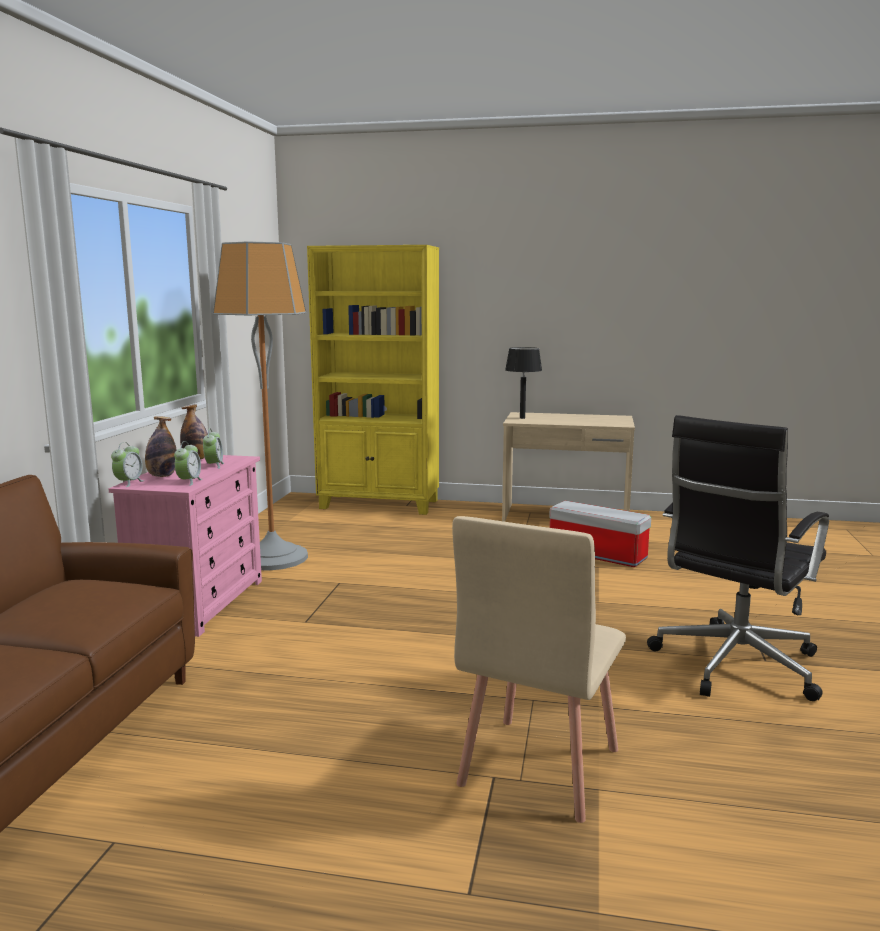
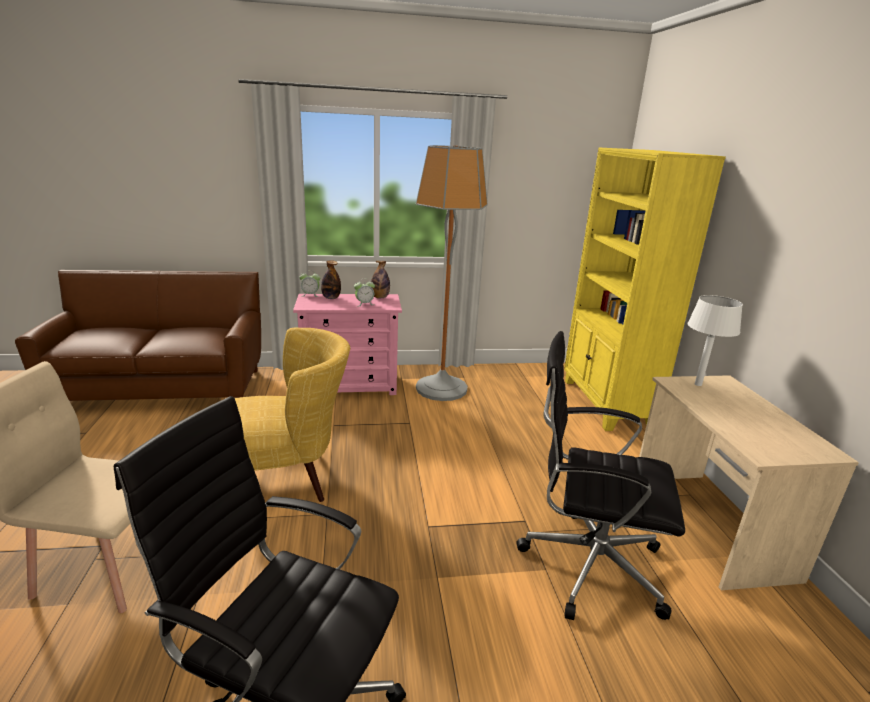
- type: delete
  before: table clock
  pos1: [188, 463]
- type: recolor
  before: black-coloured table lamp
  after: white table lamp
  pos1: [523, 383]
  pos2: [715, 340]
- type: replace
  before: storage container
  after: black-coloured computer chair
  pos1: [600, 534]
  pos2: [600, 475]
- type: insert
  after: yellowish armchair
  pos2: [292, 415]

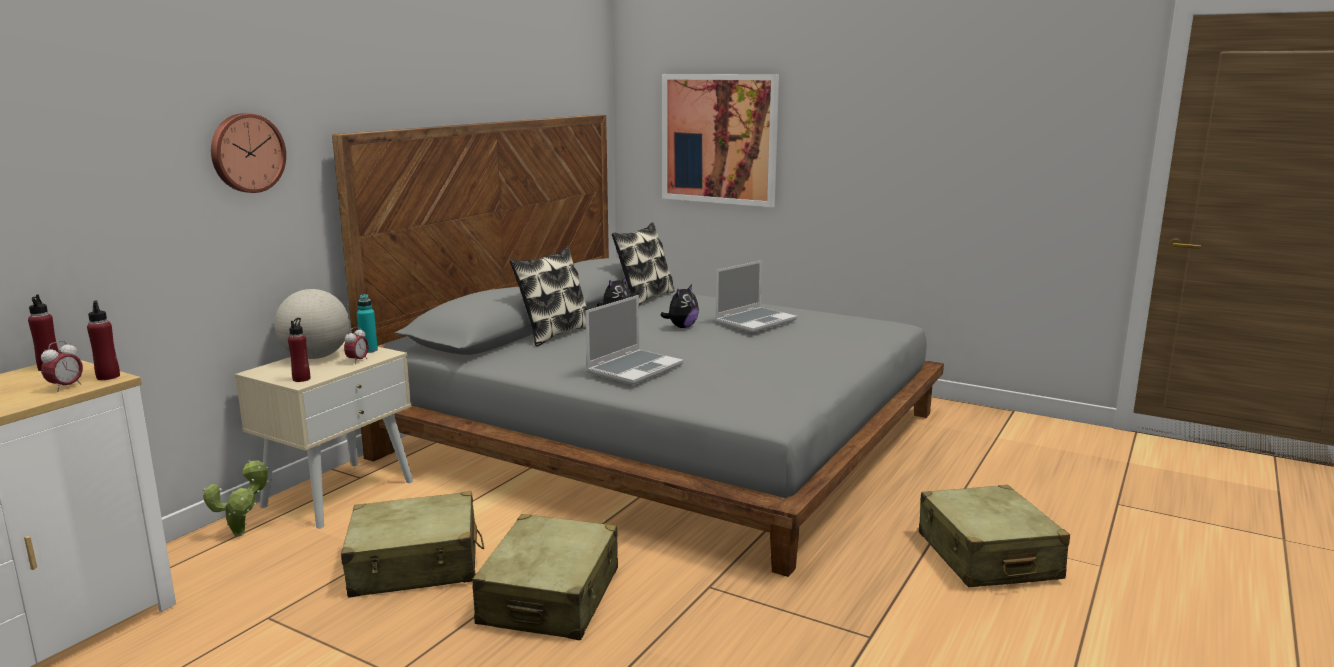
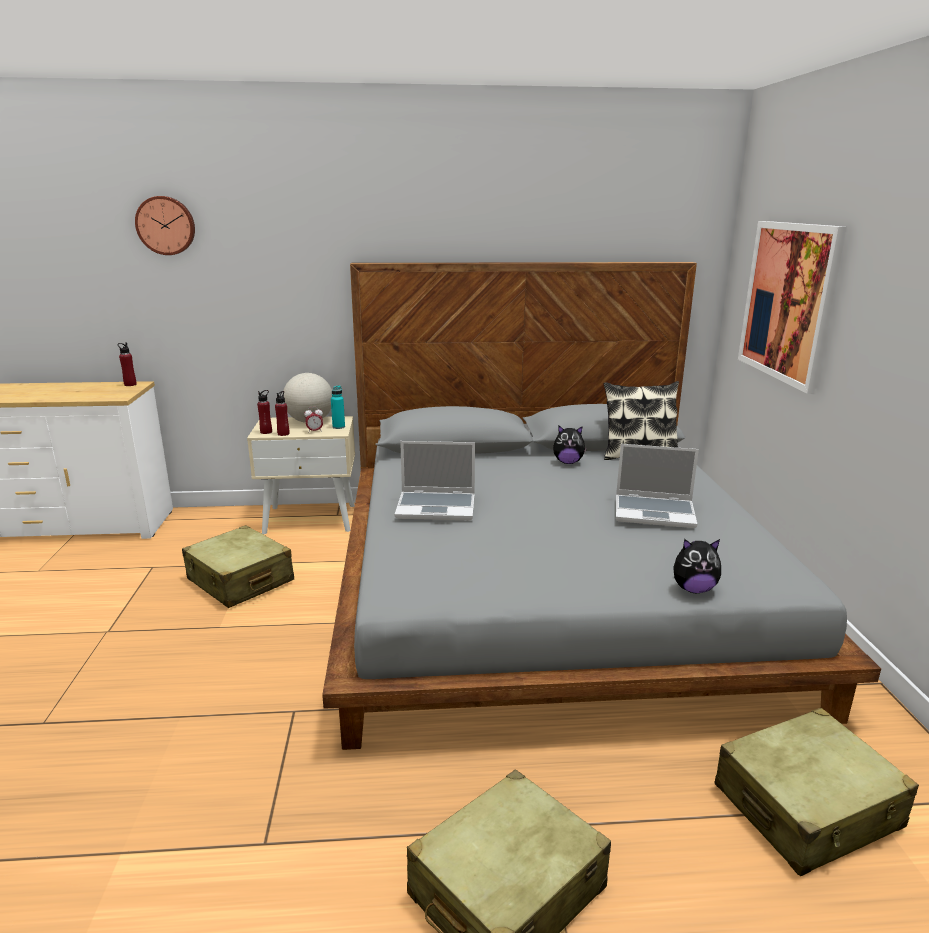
- type: delete
  before: table clock
  pos1: [62, 366]
- type: move
  before: red-coloured drink bottle
  pos1: [103, 340]
  pos2: [282, 413]
- type: delete
  before: houseplant
  pos1: [236, 497]
- type: move
  before: clock on the wall
  pos1: [248, 153]
  pos2: [165, 225]
- type: move
  before: beige suitcase
  pos1: [545, 577]
  pos2: [816, 792]
- type: delete
  before: cushion
  pos1: [549, 296]
- type: move
  before: cuddly toy
  pos1: [679, 306]
  pos2: [697, 566]

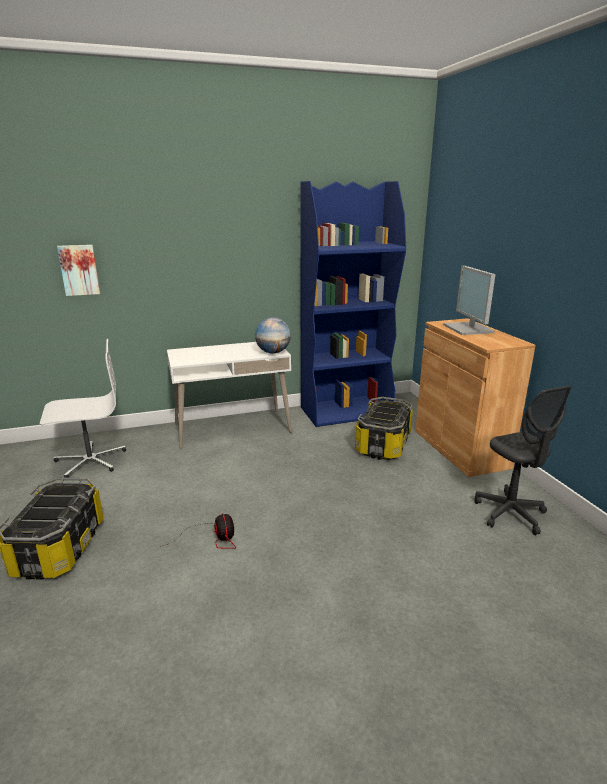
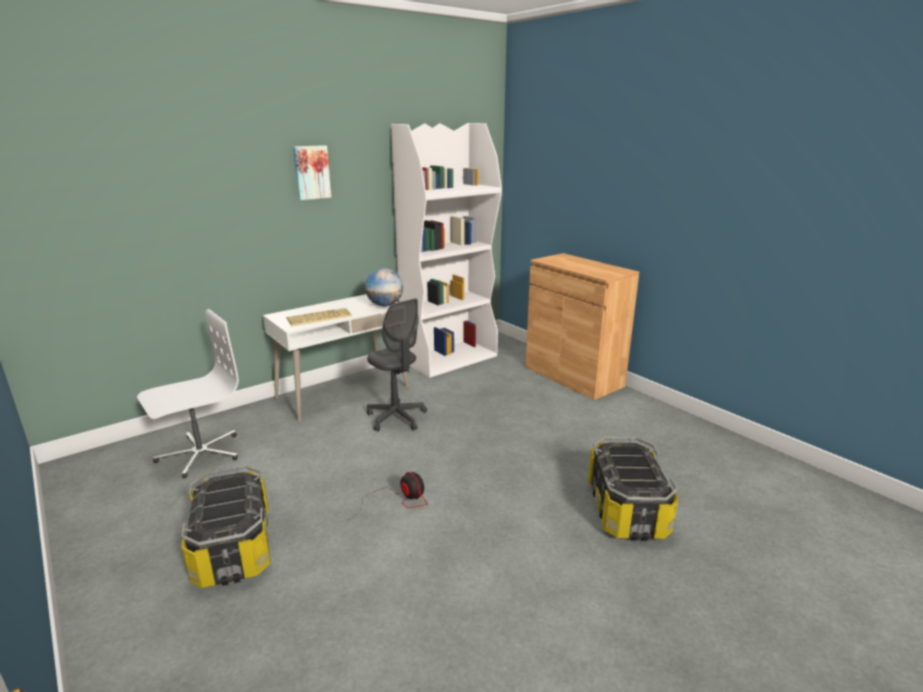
- type: move
  before: wall art
  pos1: [78, 270]
  pos2: [312, 172]
- type: recolor
  before: blue bookshelf
  after: white bookshelf
  pos1: [353, 304]
  pos2: [446, 250]
- type: move
  before: storage container
  pos1: [384, 428]
  pos2: [633, 489]
- type: delete
  before: computer display
  pos1: [469, 300]
- type: move
  before: greyish computer chair
  pos1: [523, 460]
  pos2: [397, 365]
- type: insert
  after: computer keyboard
  pos2: [319, 317]

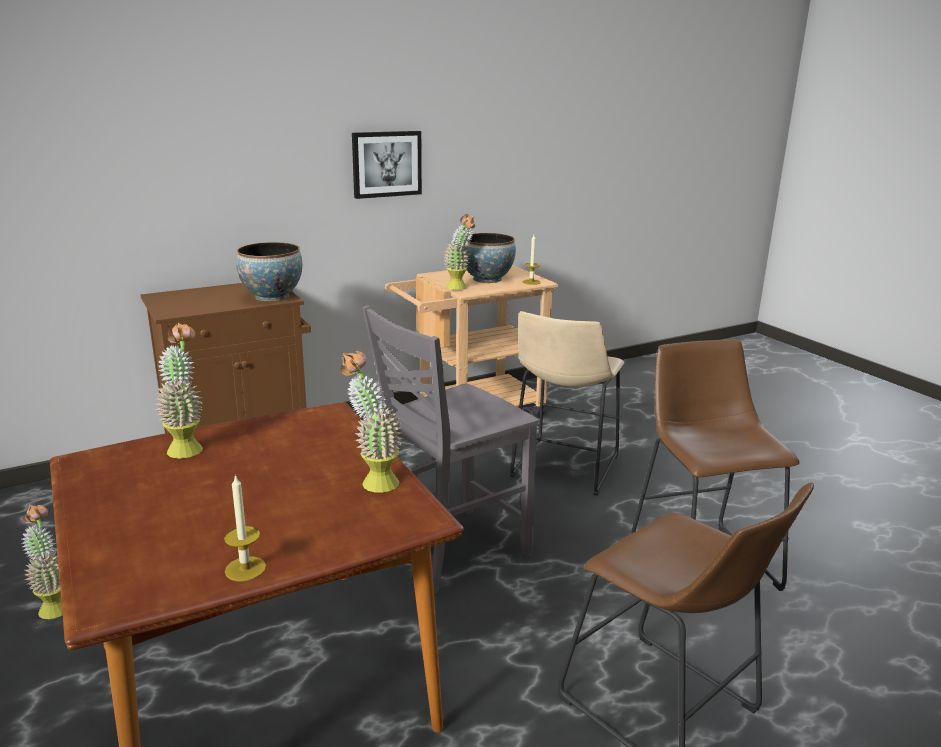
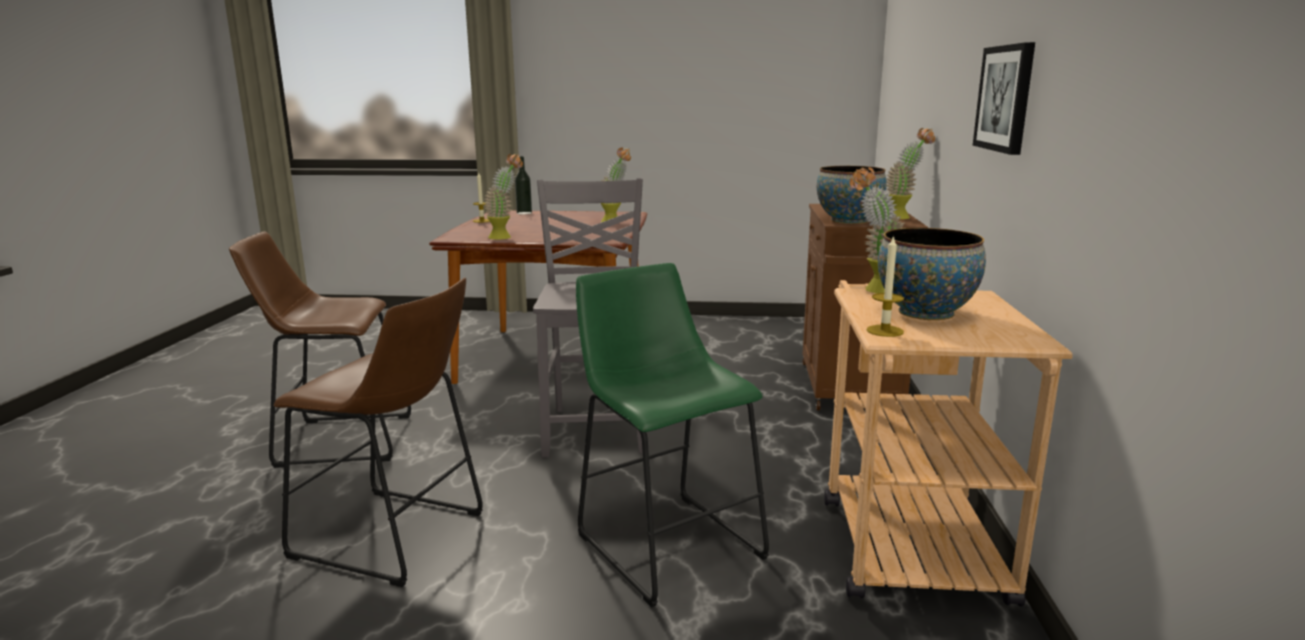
- type: move
  before: houseplant
  pos1: [42, 562]
  pos2: [910, 173]
- type: recolor
  before: beige sitting stool
  after: green sitting stool
  pos1: [567, 403]
  pos2: [672, 435]
- type: insert
  after: drink bottle
  pos2: [523, 185]

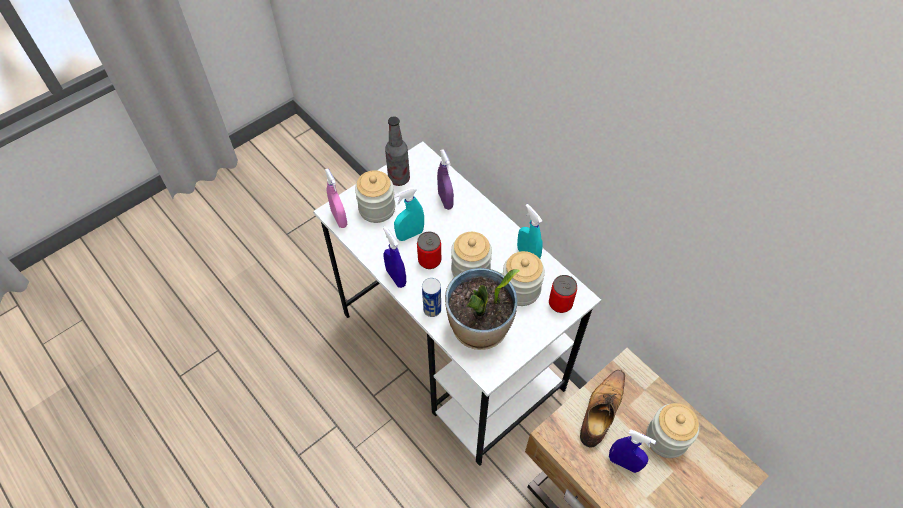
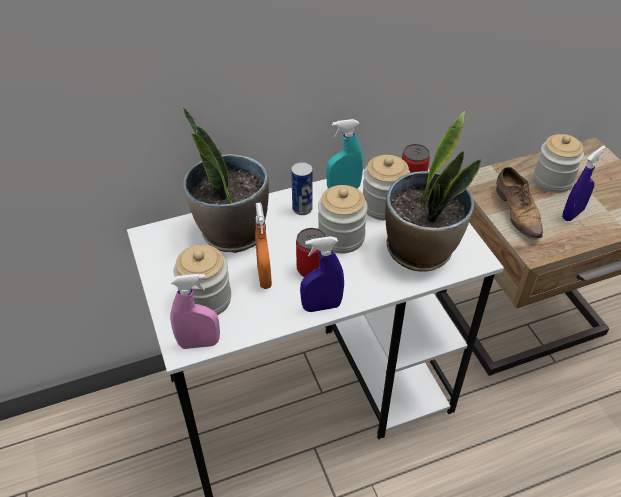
- type: delete
  before: drink bottle
  pos1: [397, 151]
- type: recolor
  before: turquoise-coloured sprayer
  after: orange-coloured sprayer
  pos1: [409, 214]
  pos2: [263, 245]
- type: move
  before: metal can
  pos1: [431, 297]
  pos2: [302, 188]
- type: replace
  before: purple sprayer
  after: houseplant
  pos1: [445, 179]
  pos2: [226, 180]
- type: rotate
  before: item of footwear
  pos1: [602, 408]
  pos2: [519, 203]
  turn: -150

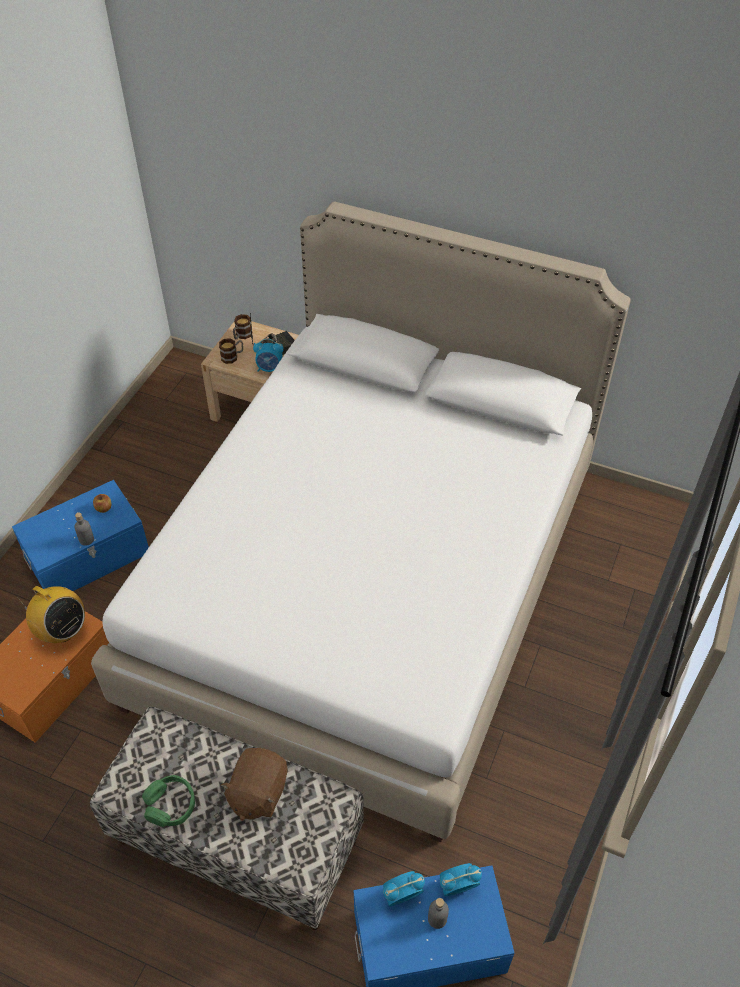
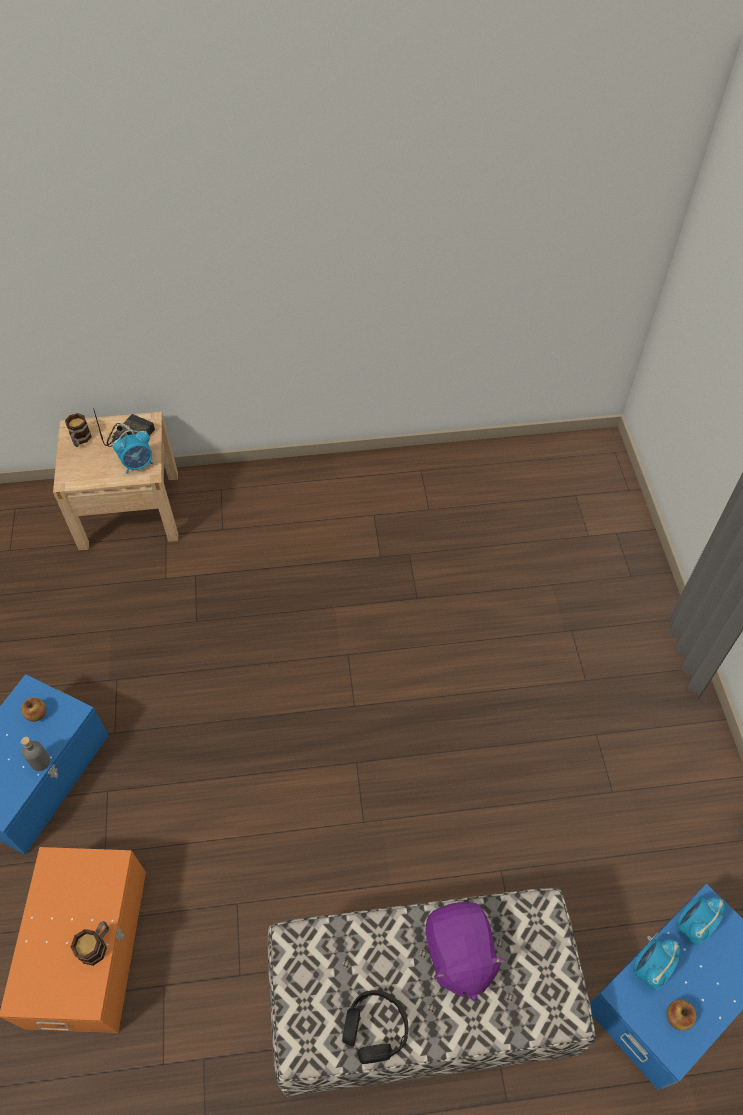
- type: delete
  before: radio set
  pos1: [51, 614]
- type: delete
  before: white bed
  pos1: [361, 522]
- type: recolor
  before: green headphones
  after: black-coloured headphones
  pos1: [168, 801]
  pos2: [375, 1027]
- type: move
  before: tea mug
  pos1: [231, 351]
  pos2: [90, 943]
- type: recolor
  before: brown-coloured cuddly toy
  after: purple cuddly toy
  pos1: [254, 784]
  pos2: [465, 951]
- type: delete
  before: greyish drink bottle
  pos1: [438, 913]
- type: insert
  after: whole apple
  pos2: [681, 1015]

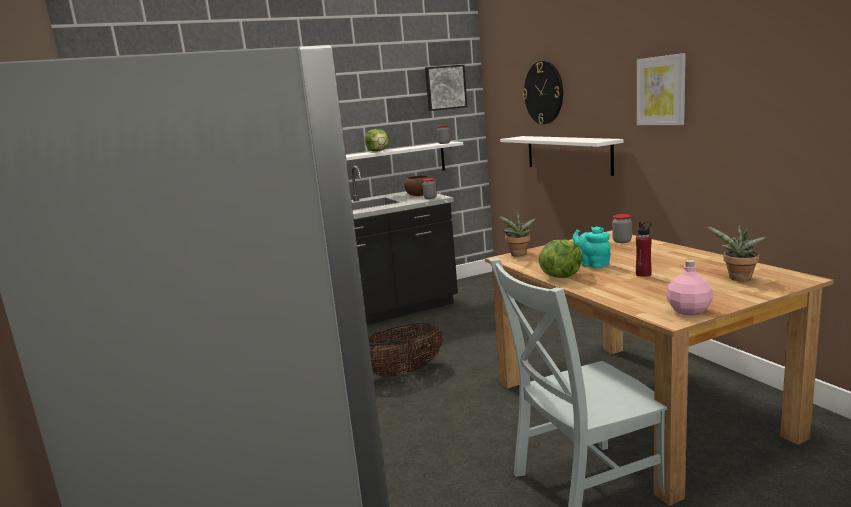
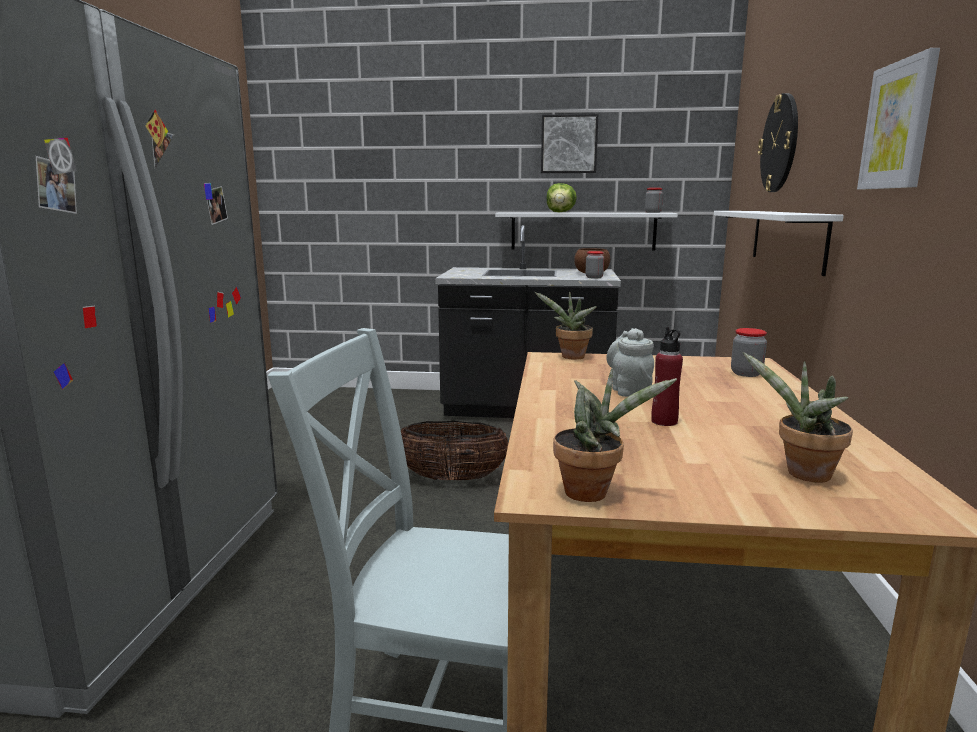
- type: move
  before: wall art
  pos1: [446, 88]
  pos2: [569, 143]
- type: delete
  before: lettuce head
  pos1: [561, 259]
- type: recolor
  before: turquoise-coloured teapot
  after: greyish teapot
  pos1: [591, 247]
  pos2: [630, 362]
- type: replace
  before: pink-coloured drink bottle
  after: houseplant
  pos1: [689, 288]
  pos2: [615, 435]

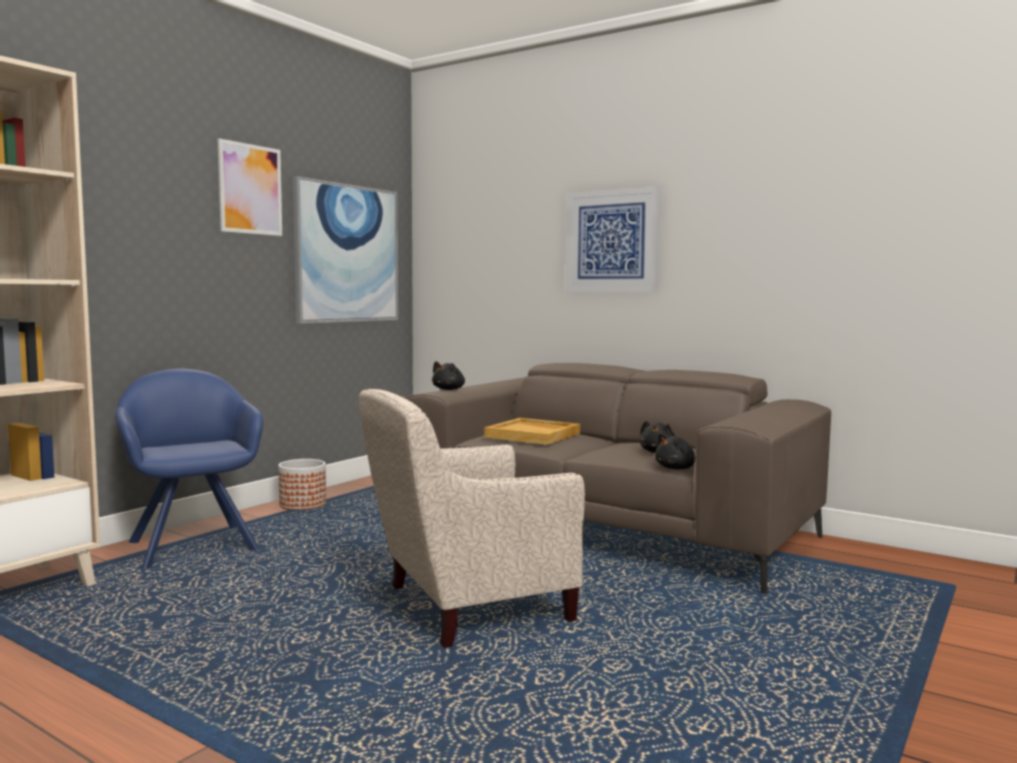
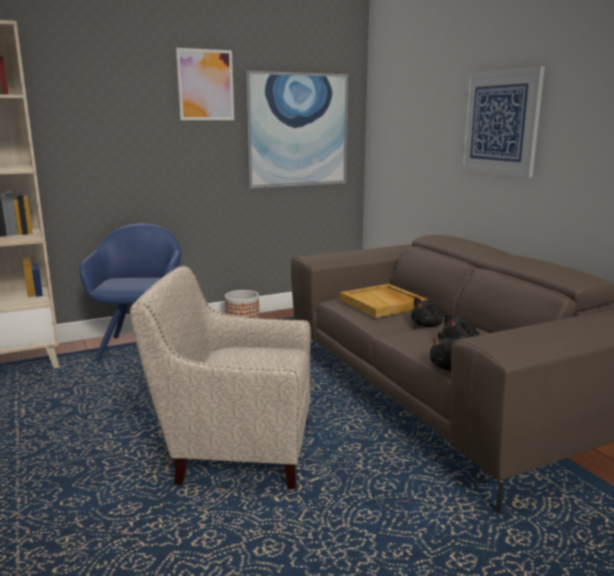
- type: move
  before: black-coloured cuddly toy
  pos1: [448, 375]
  pos2: [428, 312]

